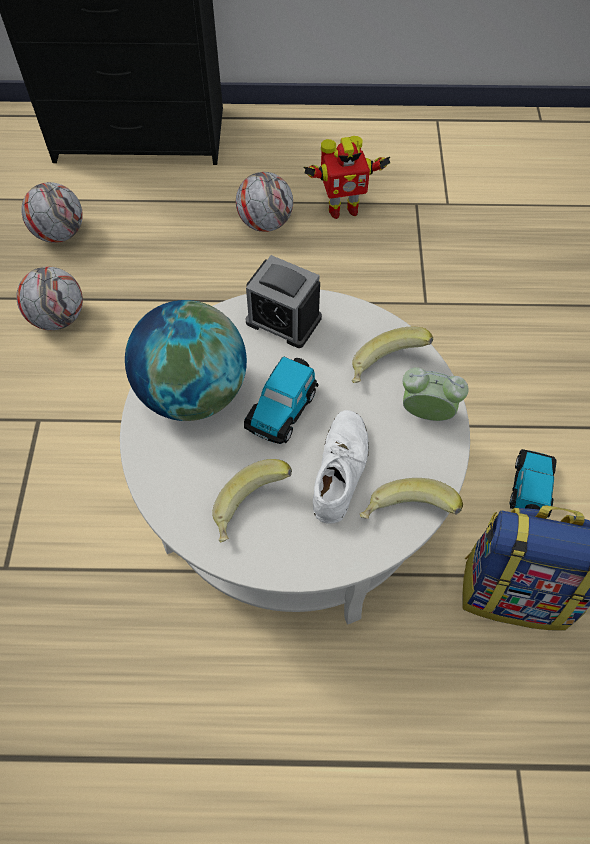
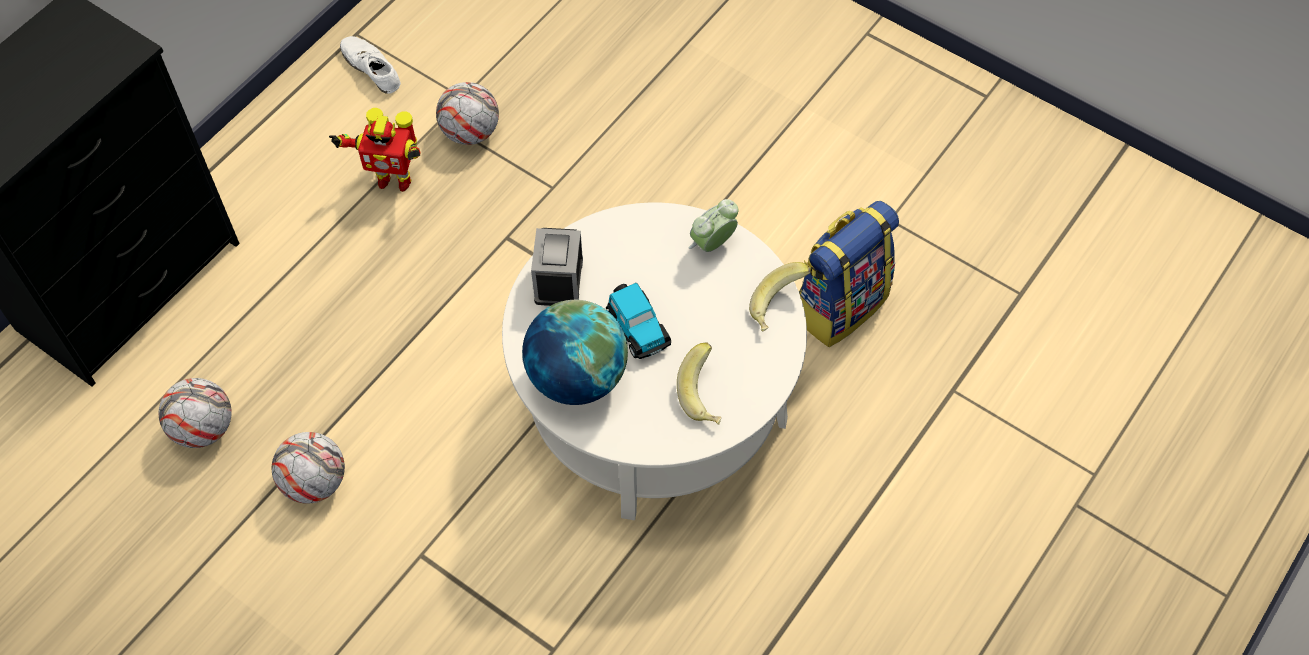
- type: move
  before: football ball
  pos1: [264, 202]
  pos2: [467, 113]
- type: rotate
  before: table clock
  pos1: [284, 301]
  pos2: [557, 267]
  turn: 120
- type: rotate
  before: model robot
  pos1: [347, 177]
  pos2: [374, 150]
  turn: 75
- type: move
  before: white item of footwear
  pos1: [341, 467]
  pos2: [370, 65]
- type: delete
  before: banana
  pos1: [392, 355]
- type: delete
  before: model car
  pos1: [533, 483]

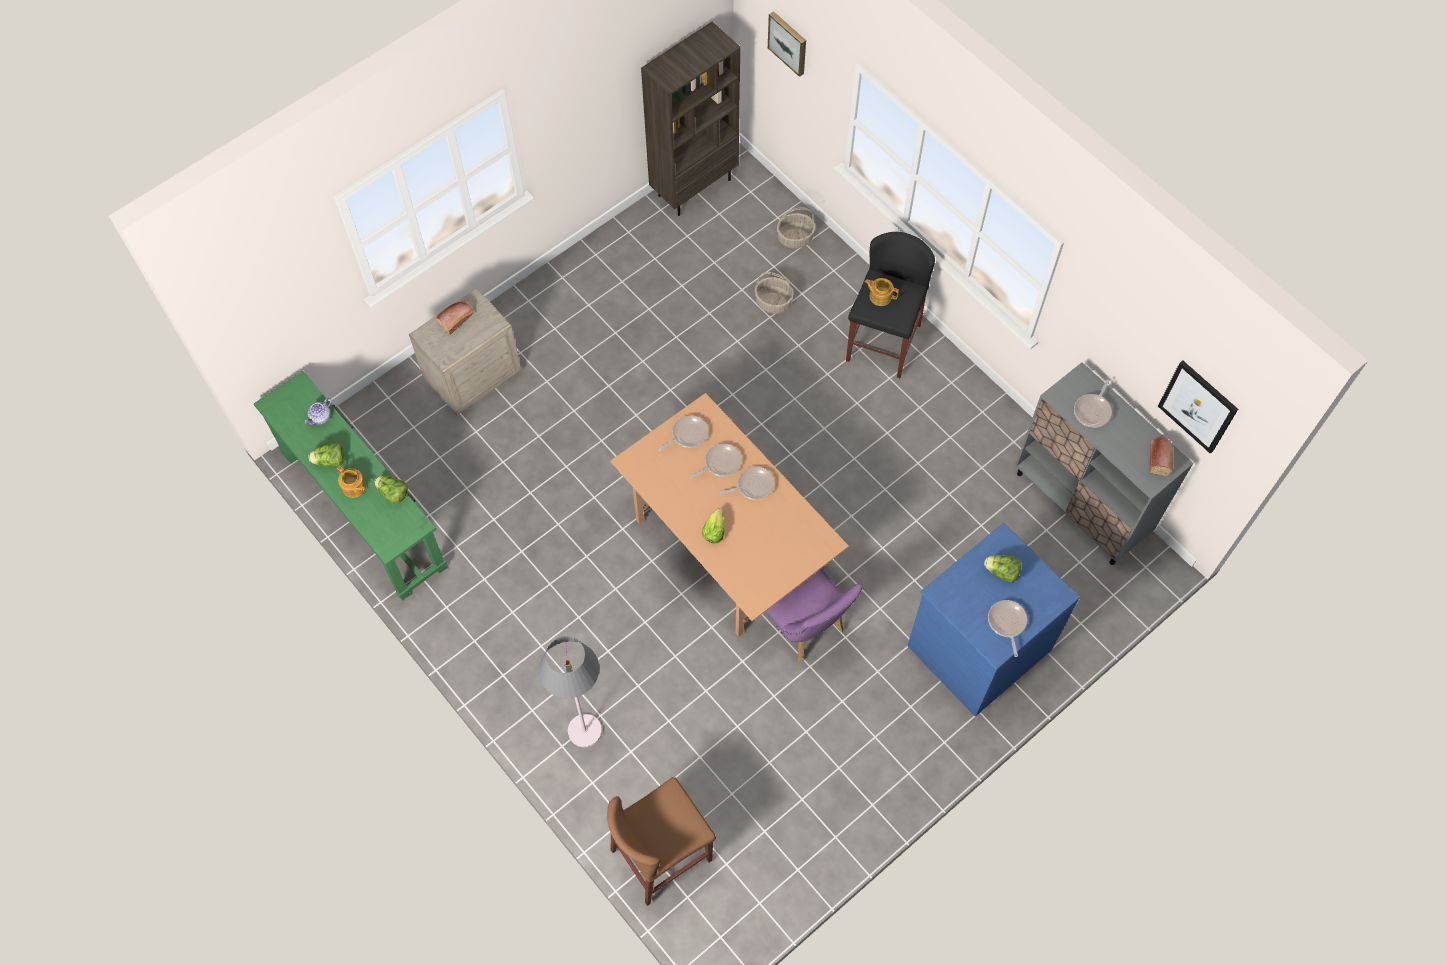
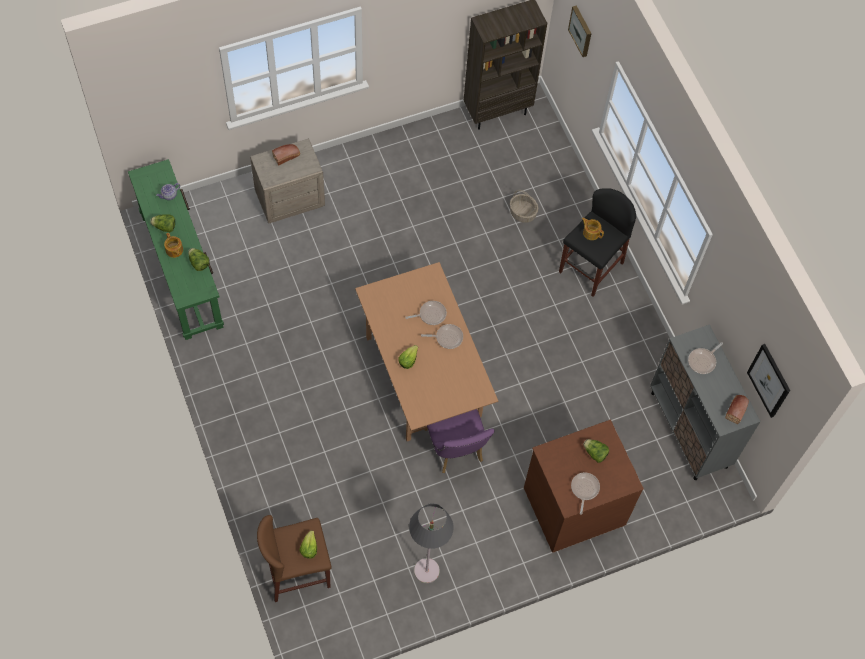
- type: move
  before: greyish standing lamp
  pos1: [570, 691]
  pos2: [431, 543]
- type: delete
  before: pan
  pos1: [683, 433]
- type: delete
  before: basket
  pos1: [796, 228]
- type: recolor
  before: blue dresser
  after: brown-coloured dresser
  pos1: [993, 620]
  pos2: [584, 486]
- type: insert
  after: lettuce head
  pos2: [308, 544]

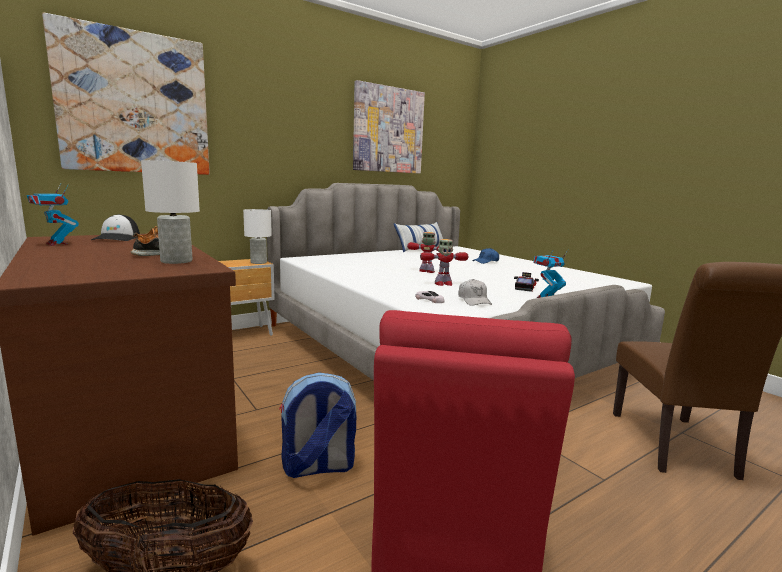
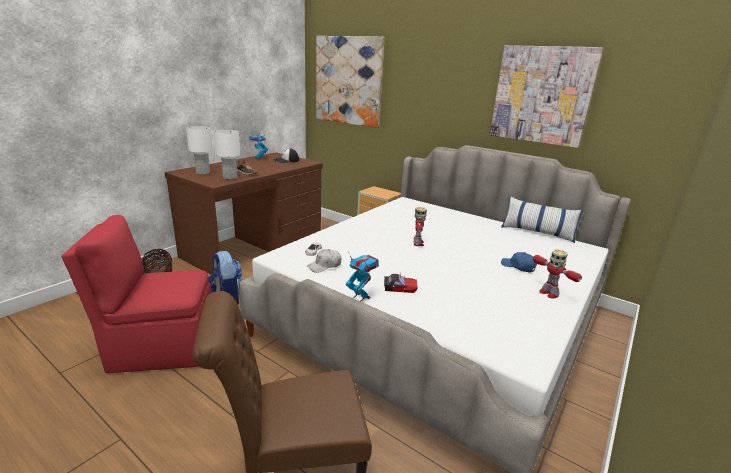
- type: move
  before: white table lamp
  pos1: [257, 236]
  pos2: [199, 150]
- type: move
  before: model robot
  pos1: [444, 262]
  pos2: [557, 274]

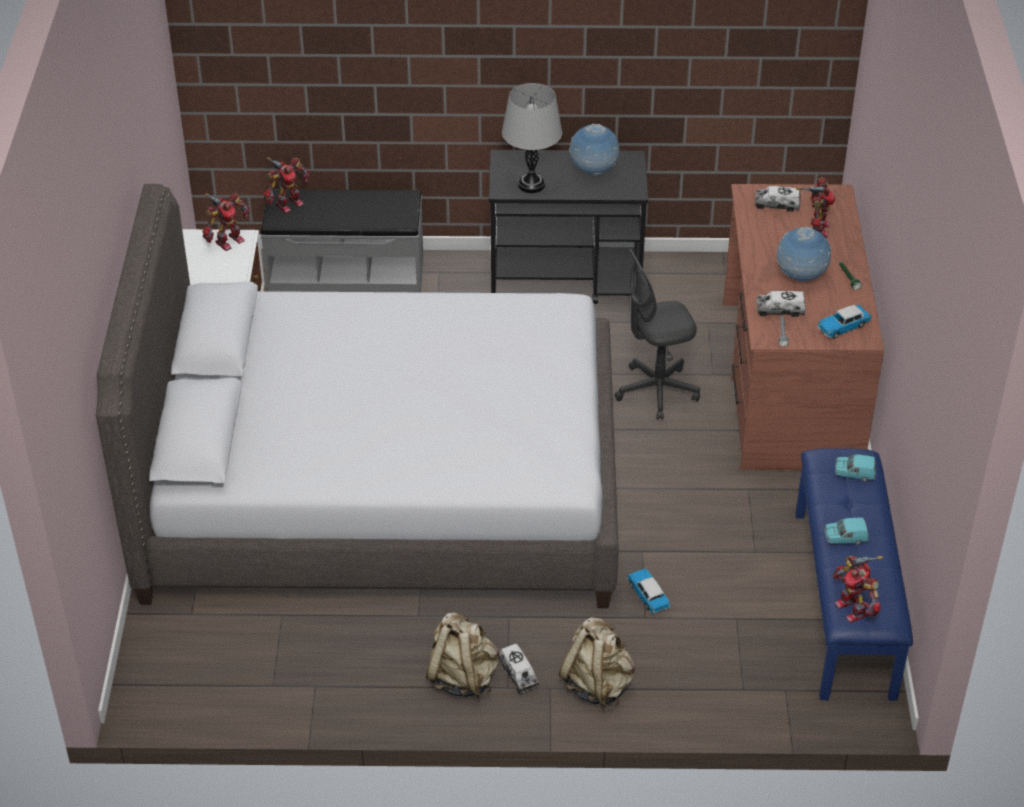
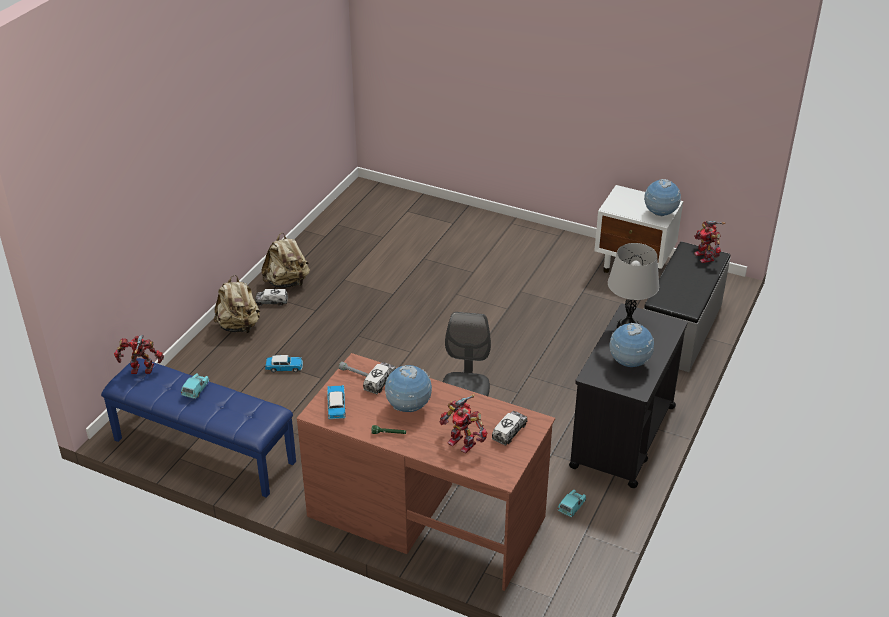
- type: delete
  before: greyish bed
  pos1: [357, 396]
- type: replace
  before: model robot
  after: desk globe
  pos1: [226, 222]
  pos2: [662, 197]
- type: move
  before: turquoise-coloured model car
  pos1: [855, 468]
  pos2: [572, 503]

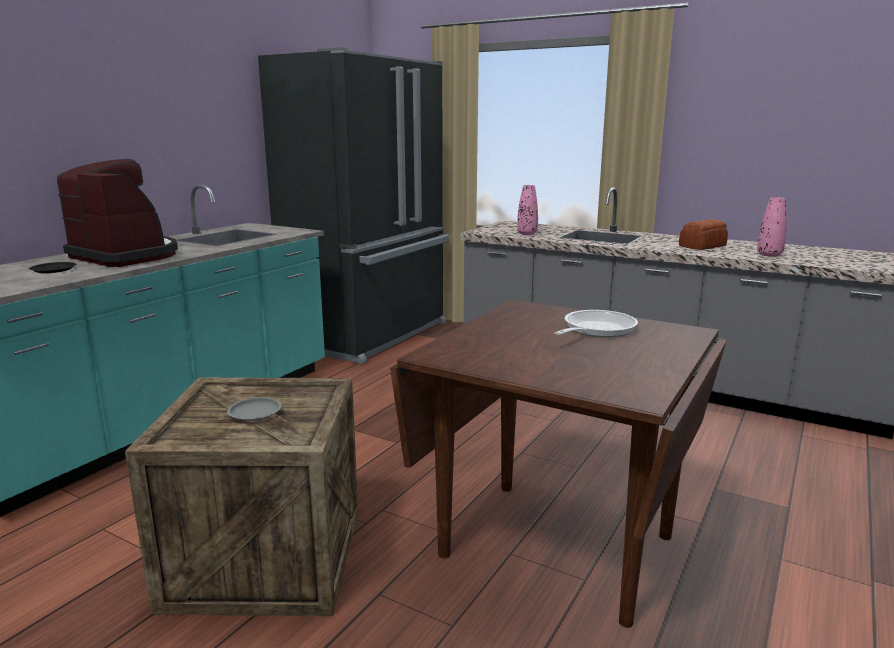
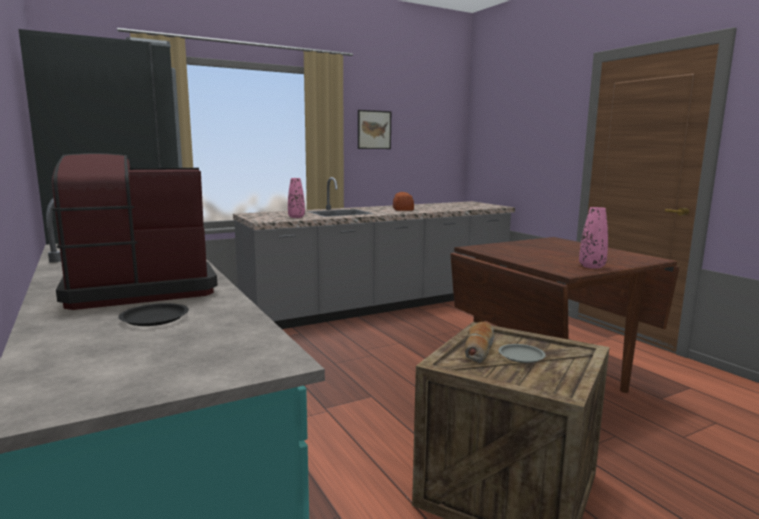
- type: delete
  before: pan
  pos1: [596, 323]
- type: move
  before: pink-coloured flower vase
  pos1: [772, 227]
  pos2: [593, 238]
- type: insert
  after: wall art
  pos2: [374, 129]
- type: insert
  after: bakery bread
  pos2: [480, 343]

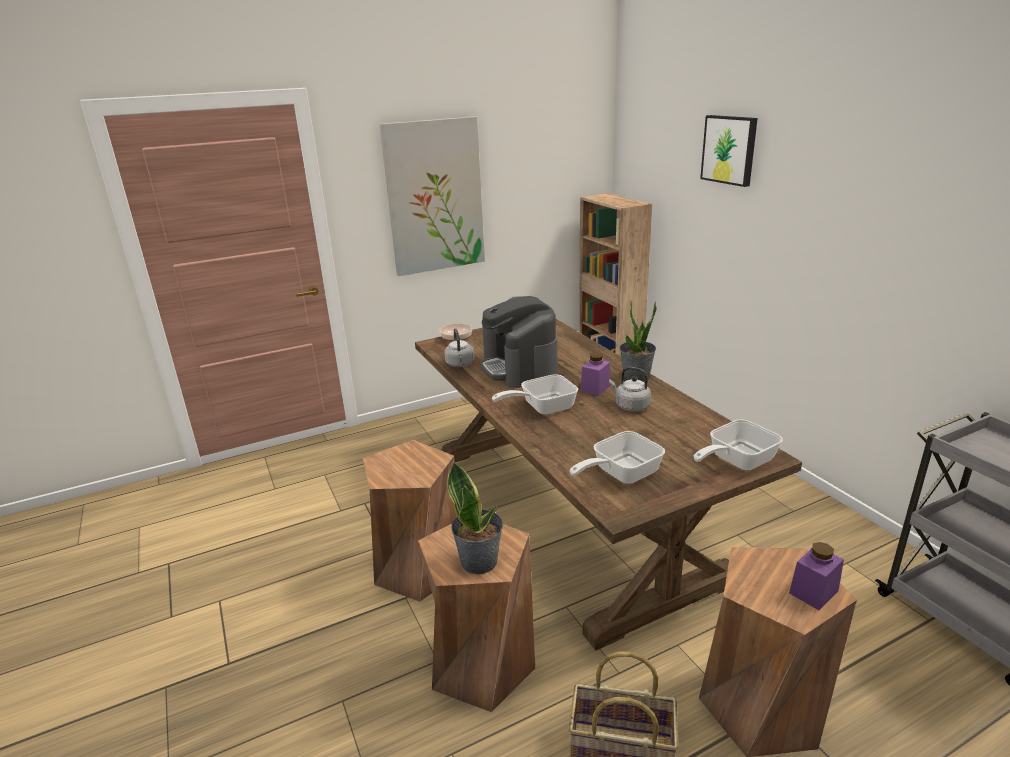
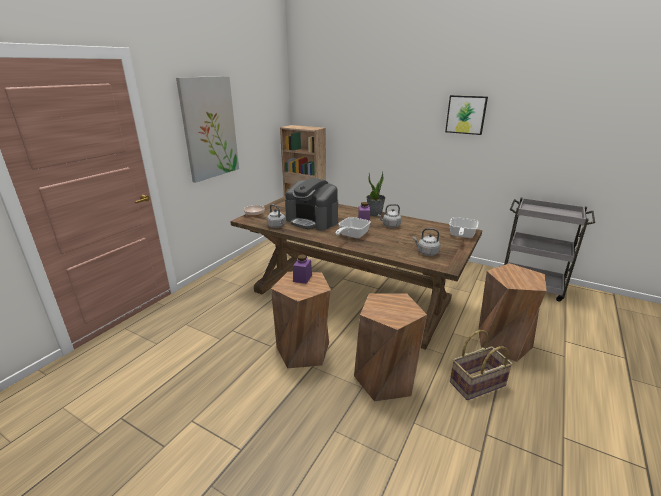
- type: delete
  before: houseplant
  pos1: [475, 518]
- type: replace
  before: pan
  after: greyish tea kettle
  pos1: [617, 457]
  pos2: [426, 242]
- type: move
  before: wall art
  pos1: [729, 151]
  pos2: [466, 115]
- type: move
  before: purple storage jar
  pos1: [816, 576]
  pos2: [302, 269]

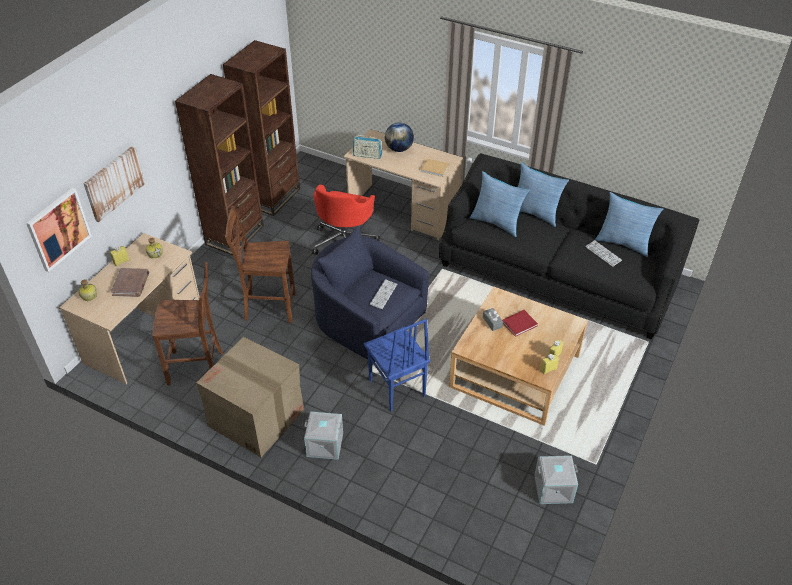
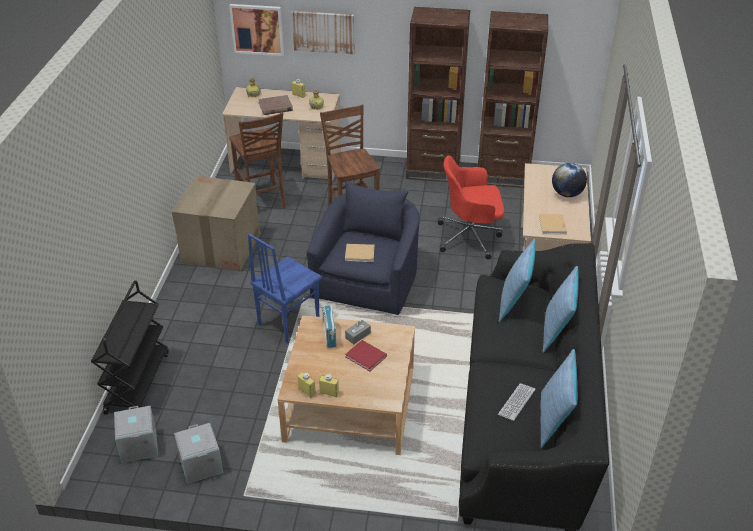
- type: move
  before: greyish storage container
  pos1: [323, 435]
  pos2: [136, 434]
- type: move
  before: radio set
  pos1: [367, 146]
  pos2: [329, 326]
- type: replace
  before: computer keyboard
  after: beige book
  pos1: [383, 294]
  pos2: [360, 253]
- type: insert
  after: black-coloured wheeled cart
  pos2: [130, 347]

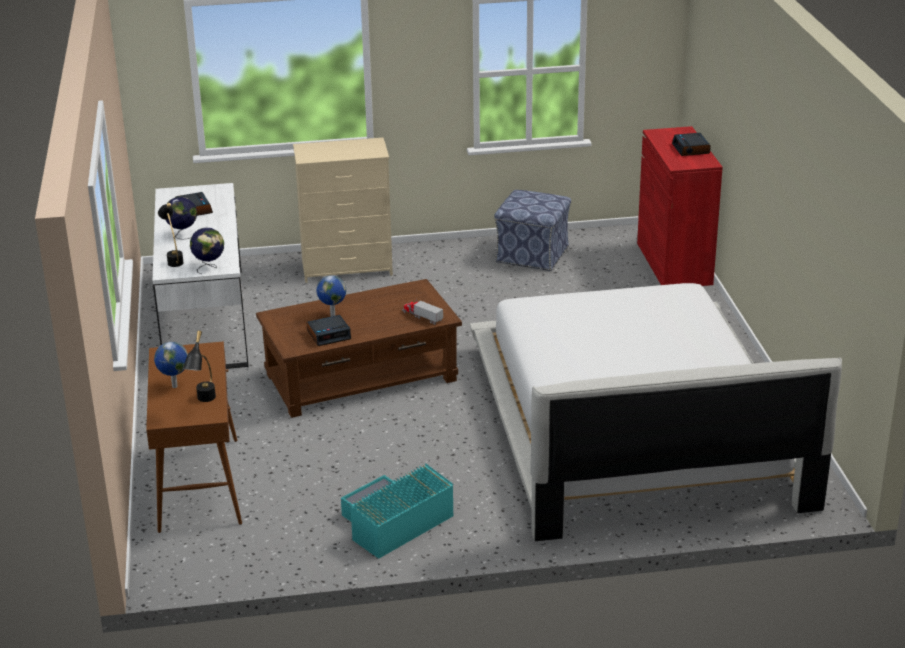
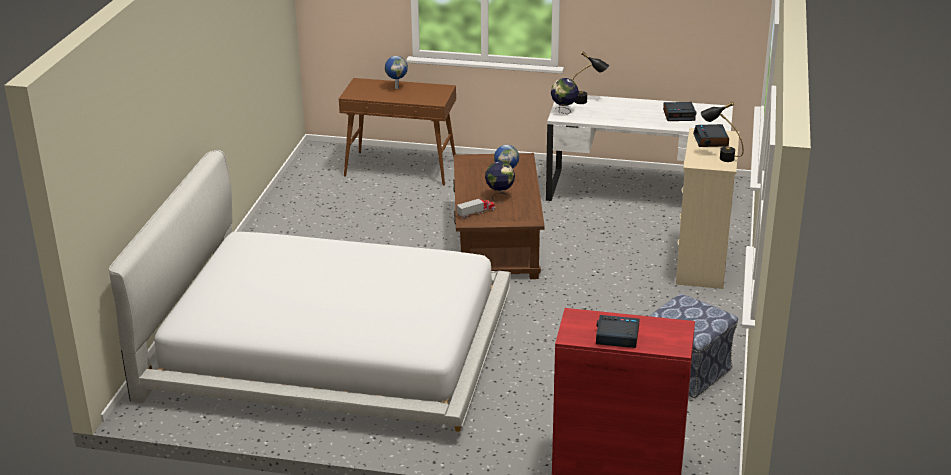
- type: move
  before: desk globe
  pos1: [181, 218]
  pos2: [500, 182]
- type: move
  before: black-coloured table lamp
  pos1: [199, 366]
  pos2: [722, 132]
- type: move
  before: table clock
  pos1: [328, 330]
  pos2: [711, 135]
- type: delete
  before: turquoise-coloured storage container
  pos1: [397, 511]

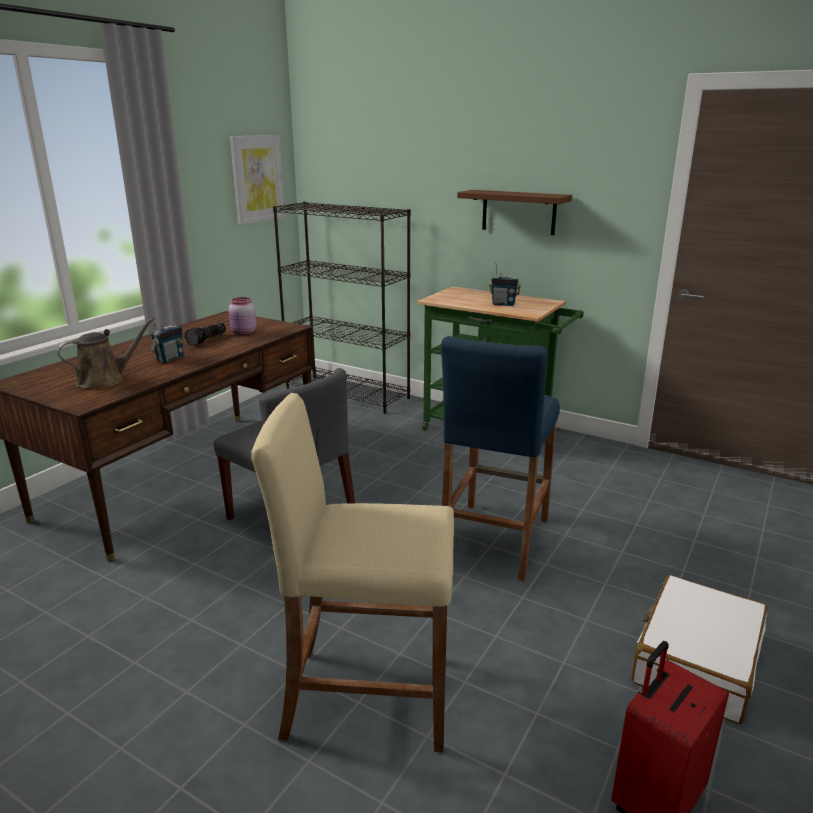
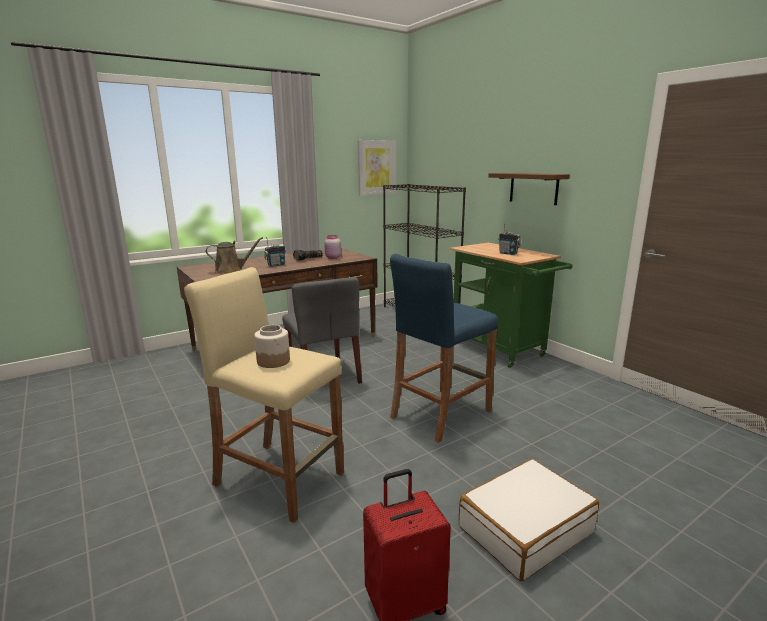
- type: insert
  after: storage jar
  pos2: [272, 346]

